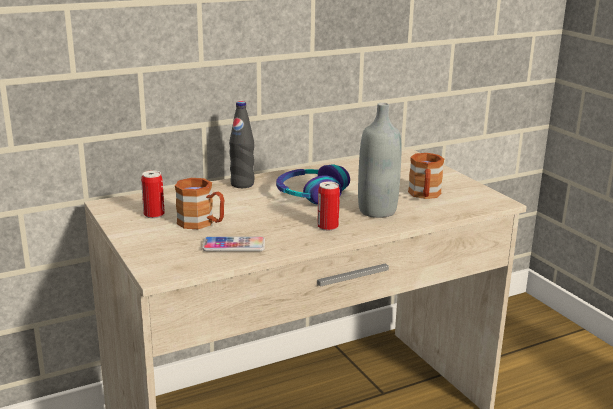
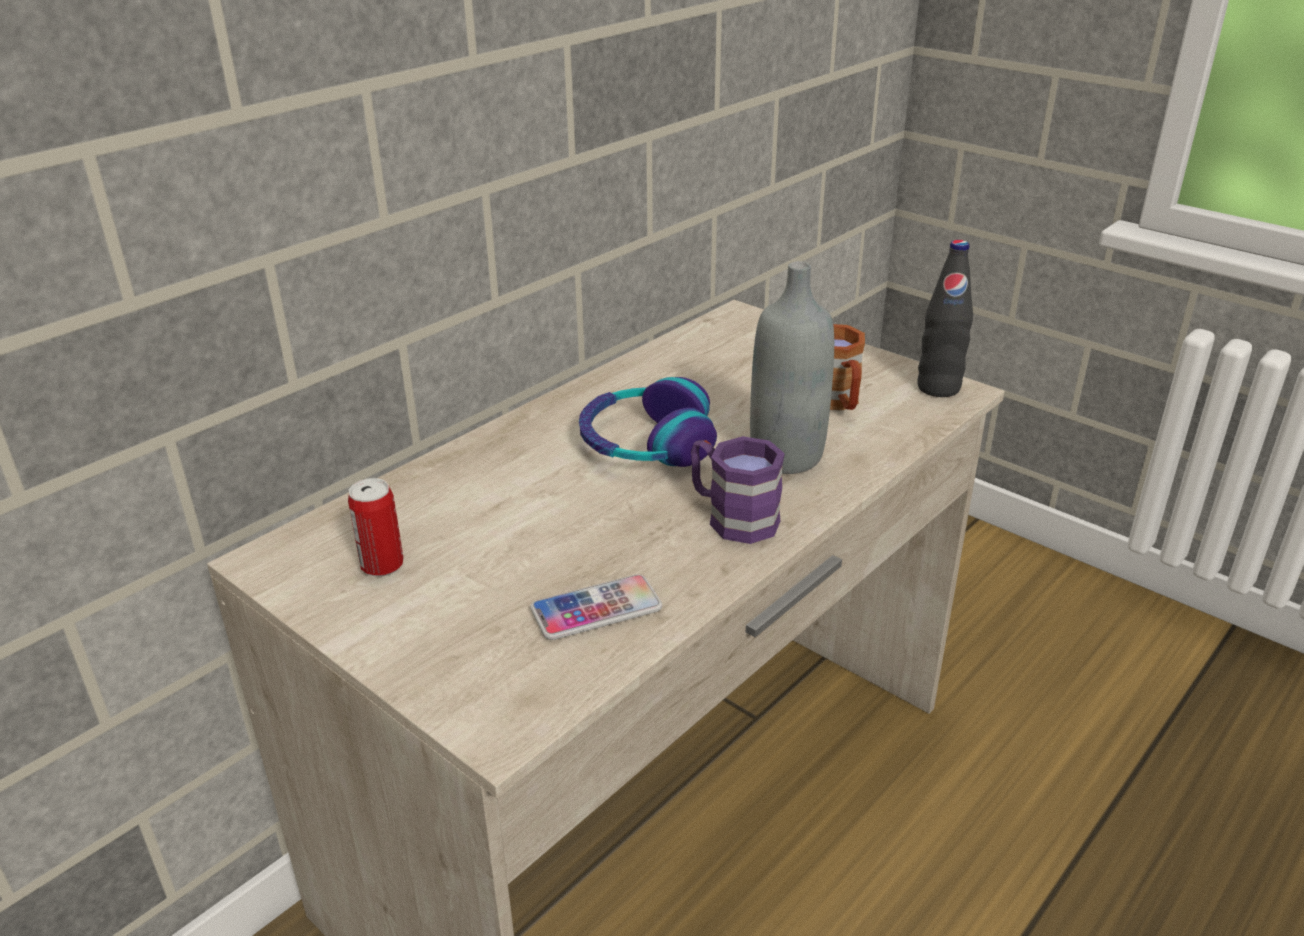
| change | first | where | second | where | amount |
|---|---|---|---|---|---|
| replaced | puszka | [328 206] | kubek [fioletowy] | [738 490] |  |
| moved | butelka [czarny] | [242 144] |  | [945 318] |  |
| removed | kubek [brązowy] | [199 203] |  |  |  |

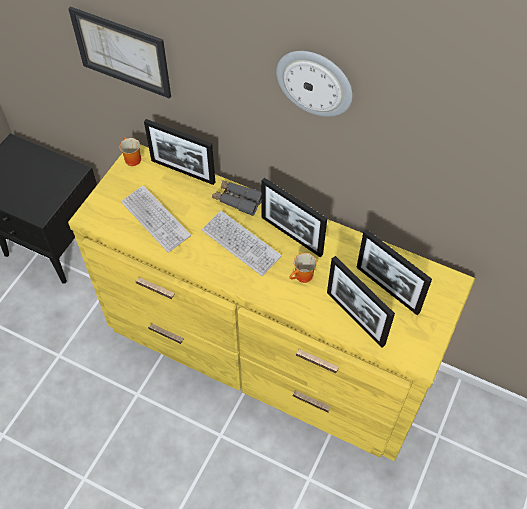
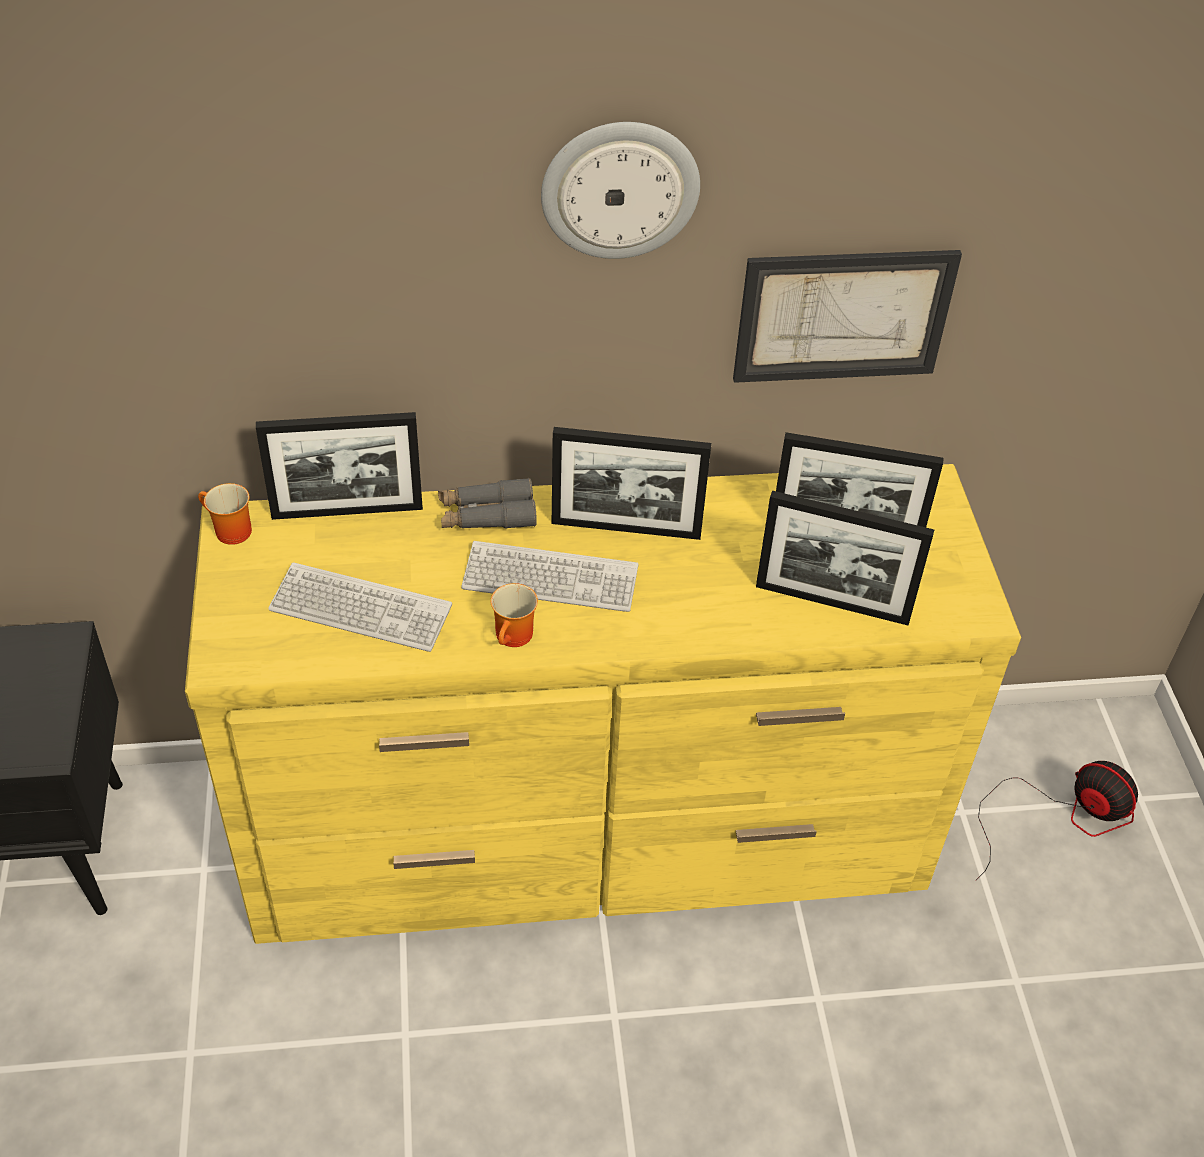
| change | first | where | second | where | amount |
|---|---|---|---|---|---|
| moved | kubek | [303 268] |  | [514 615] |  |
| moved | obraz | [119 52] |  | [847 316] |  |
| added |  |  | wentylator | [1057 820] |  |

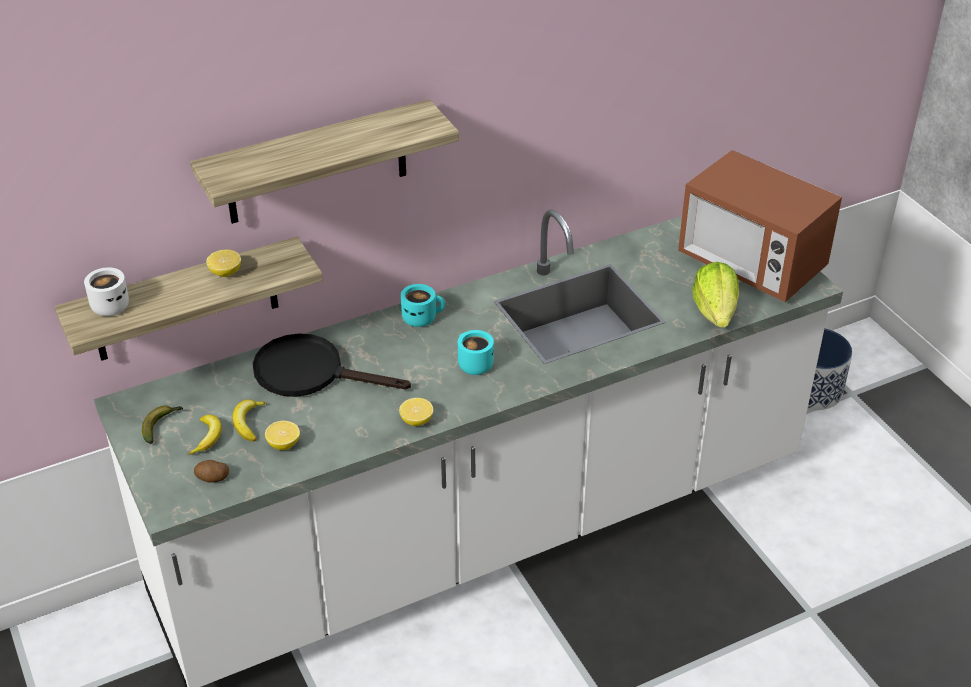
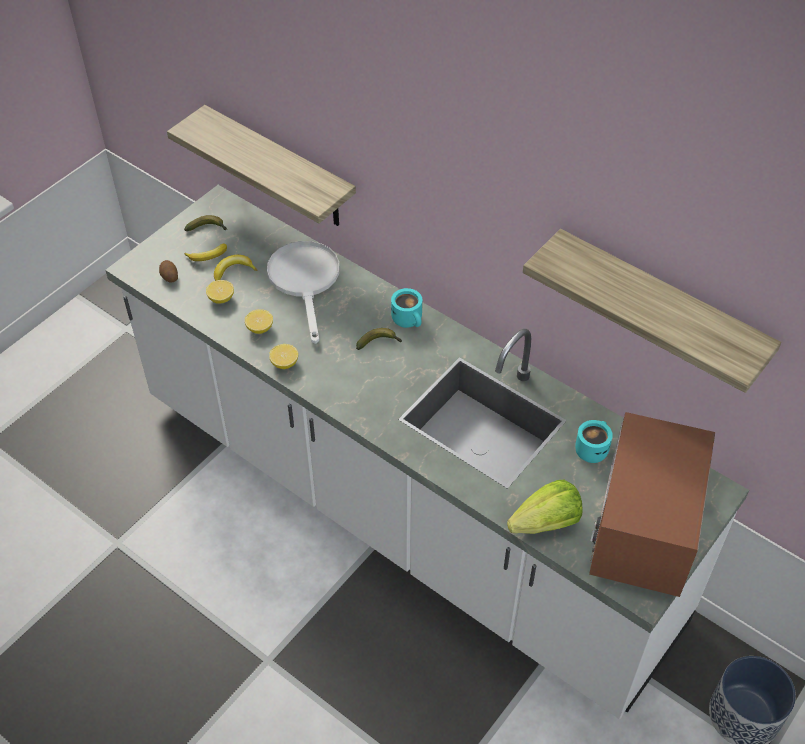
| change | first | where | second | where | amount |
|---|---|---|---|---|---|
| moved | cytryna | [223 263] |  | [259 321] |  |
| recoloured | patelnia [czarny] | [332 365] | patelnia [biały] | [303 292] |  |
| added |  |  | banan | [379 339] |  |
| moved | półka | [324 161] |  | [652 311] |  |
| moved | kubek [turkusowy] | [476 352] |  | [594 441] |  |
| removed | kubek [biały] | [106 291] |  |  |  |

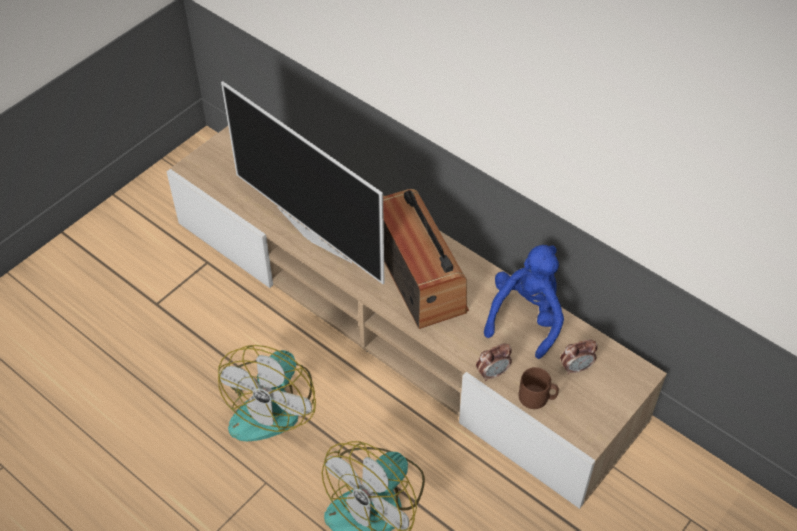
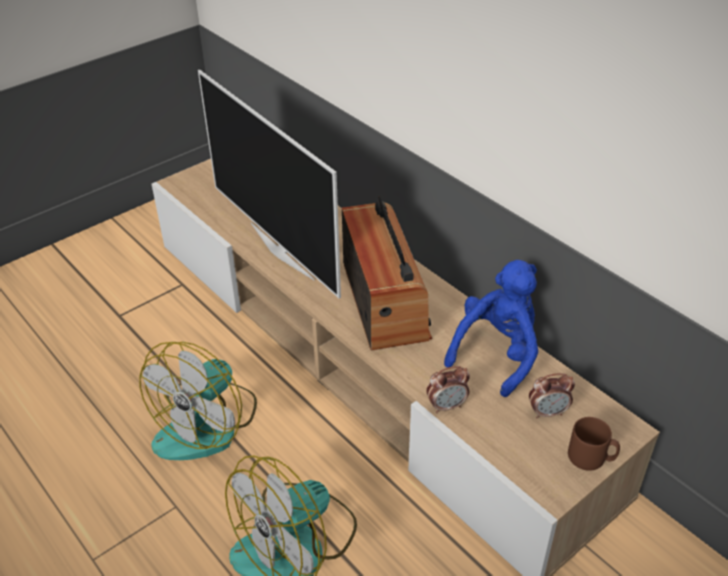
| change | first | where | second | where | amount |
|---|---|---|---|---|---|
| moved | kubek [brązowy] | [539 388] |  | [594 444] |  |

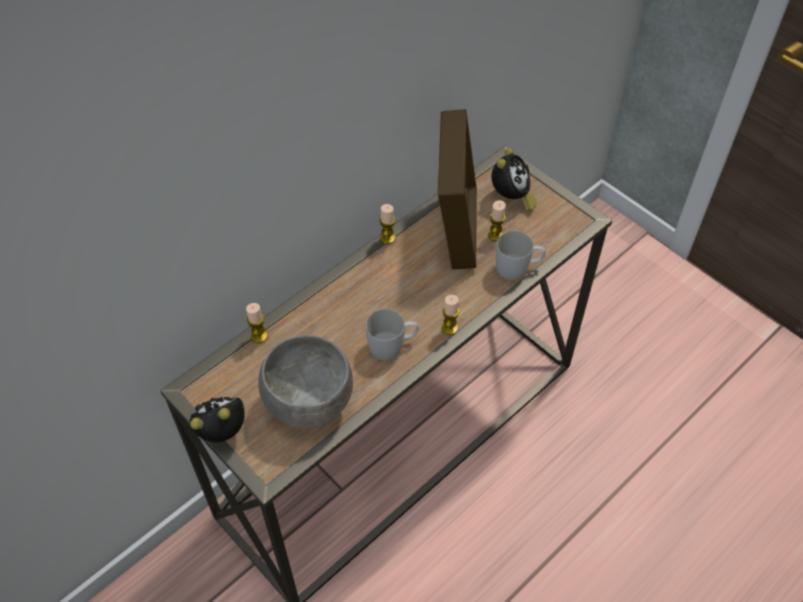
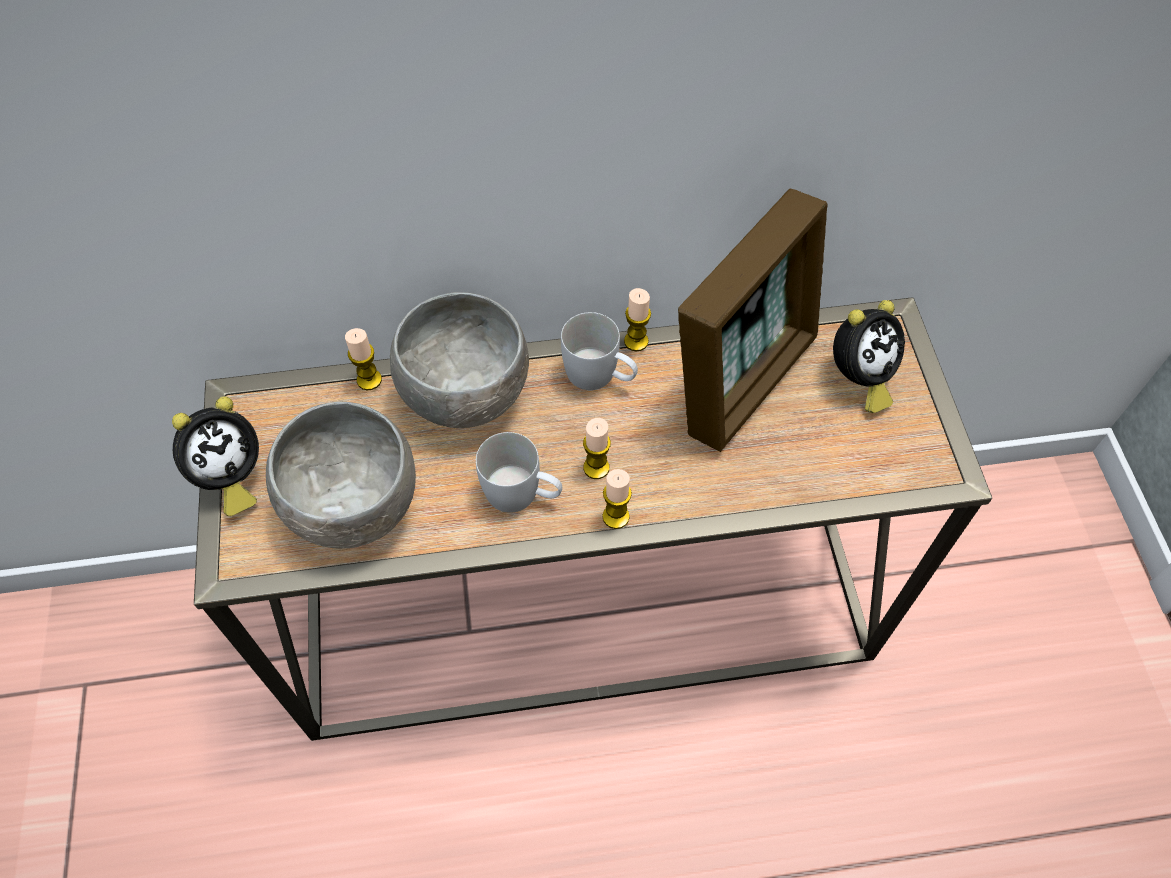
| change | first | where | second | where | amount |
|---|---|---|---|---|---|
| turned | budzik | [217 419] |  | [215 456] | 120 degrees clockwise |
| added |  |  | miska [szary] | [459 360] |  |
| moved | kubek [biały] | [521 255] |  | [599 351] |  |
| moved | świeca | [497 220] |  | [597 448] |  |

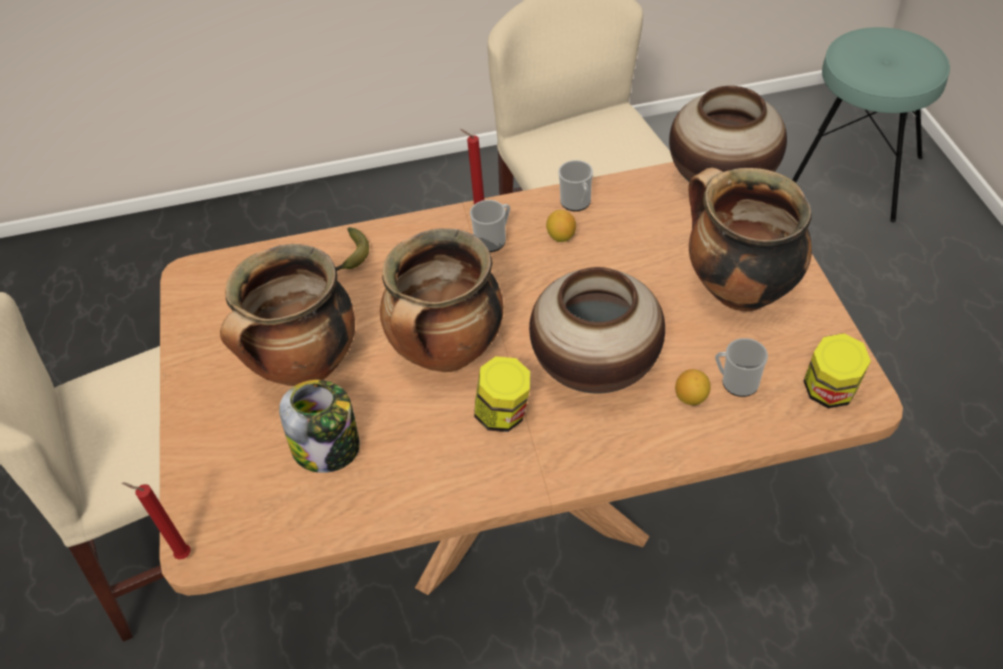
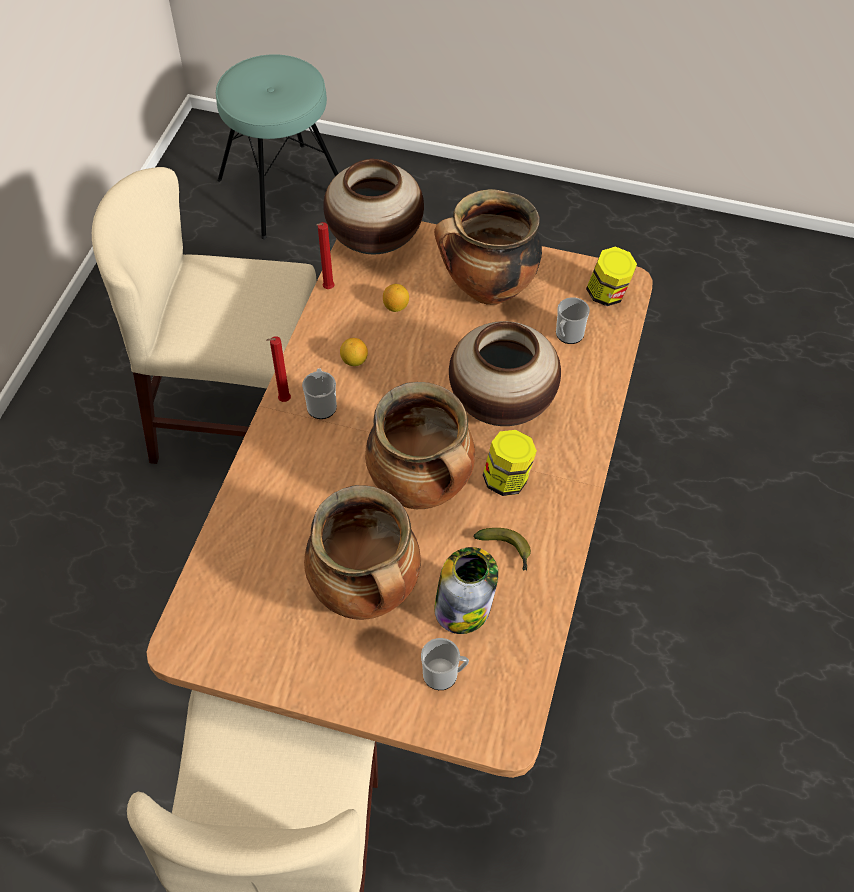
| change | first | where | second | where | amount |
|---|---|---|---|---|---|
| moved | świeca [czerwony] | [156 521] |  | [325 255] |  |
| moved | cytryna | [693 387] |  | [396 298] |  |
| moved | kubek | [575 185] |  | [445 664] |  |
| moved | banan | [352 249] |  | [502 549] |  |

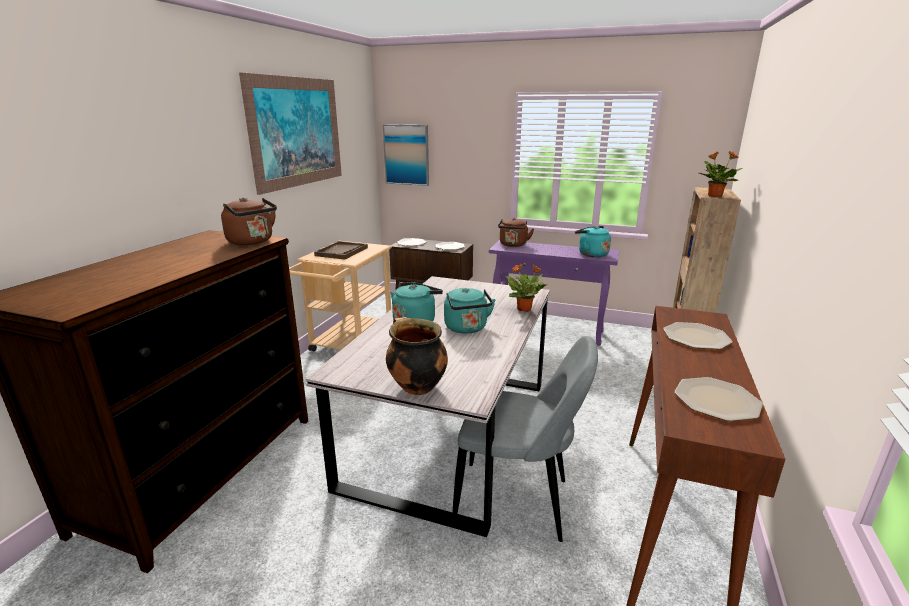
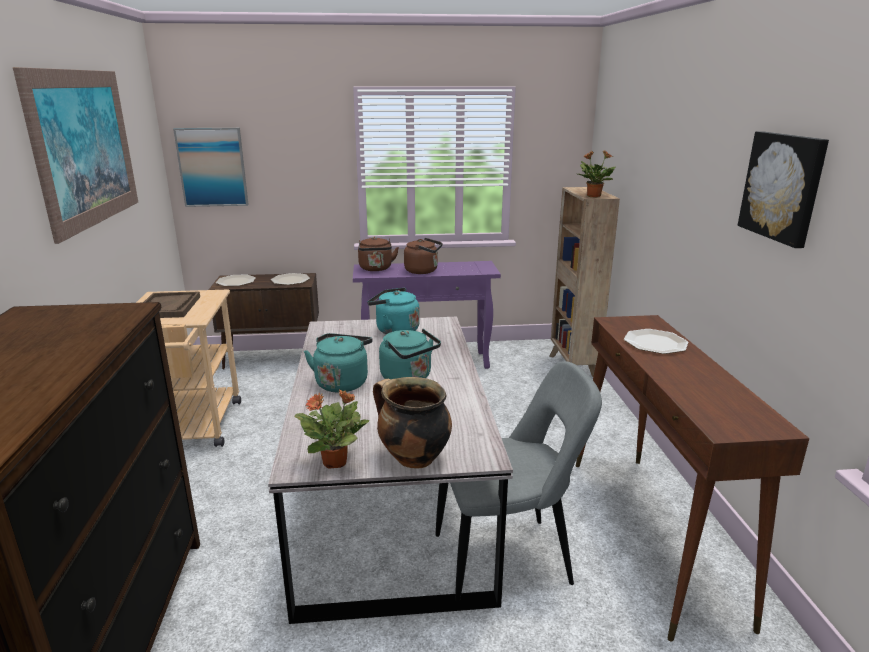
| change | first | where | second | where | amount |
|---|---|---|---|---|---|
| moved | roślina doniczkowa | [526 288] |  | [332 429] |  |
| moved | czajnik [turkusowy] | [593 241] |  | [393 311] |  |
| moved | czajnik [brązowy] | [249 221] |  | [423 256] |  |
| added |  |  | obraz | [783 189] |  |
| removed | talerz | [718 399] |  |  |  |

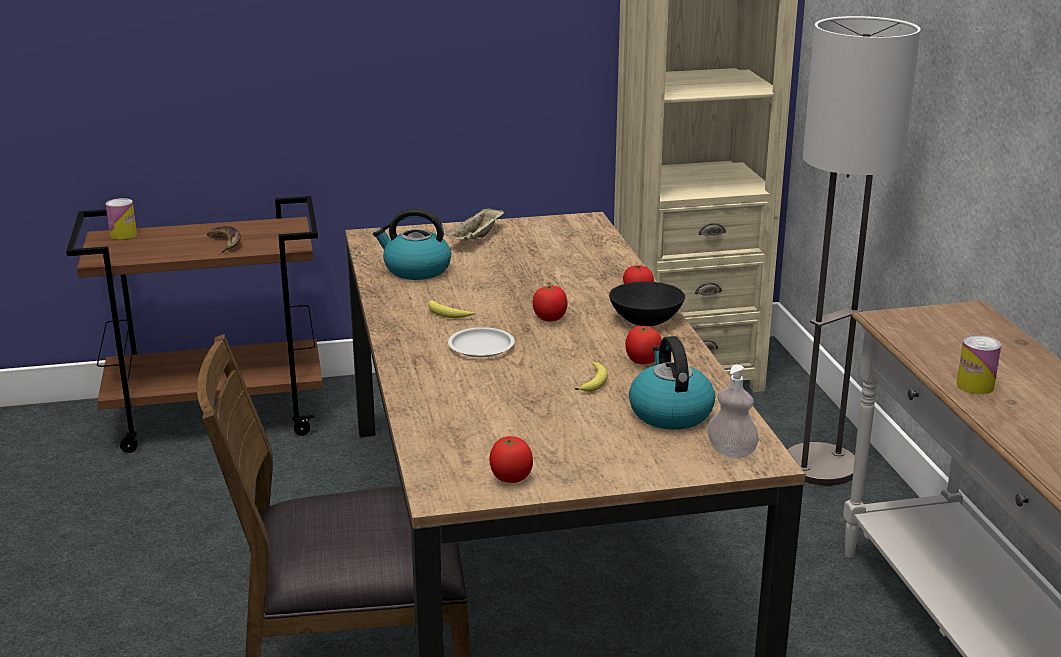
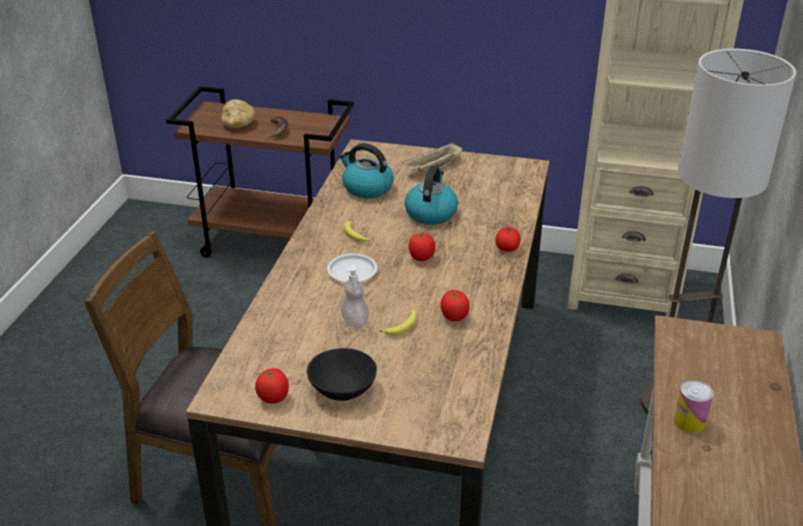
| change | first | where | second | where | amount |
|---|---|---|---|---|---|
| added |  |  | chleb | [238 113] |  |
| moved | miska [czarny] | [647 303] |  | [342 374] |  |
| moved | dozownik mydła | [733 411] |  | [355 297] |  |
| moved | czajnik | [672 383] |  | [431 195] |  |
| removed | puszka | [121 219] |  |  |  |

